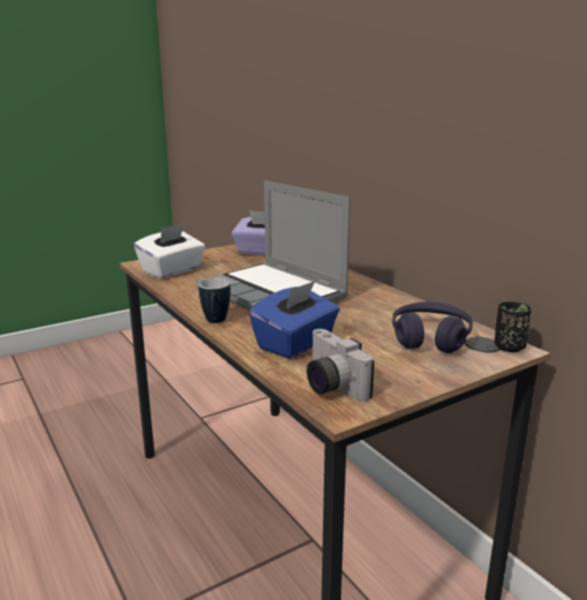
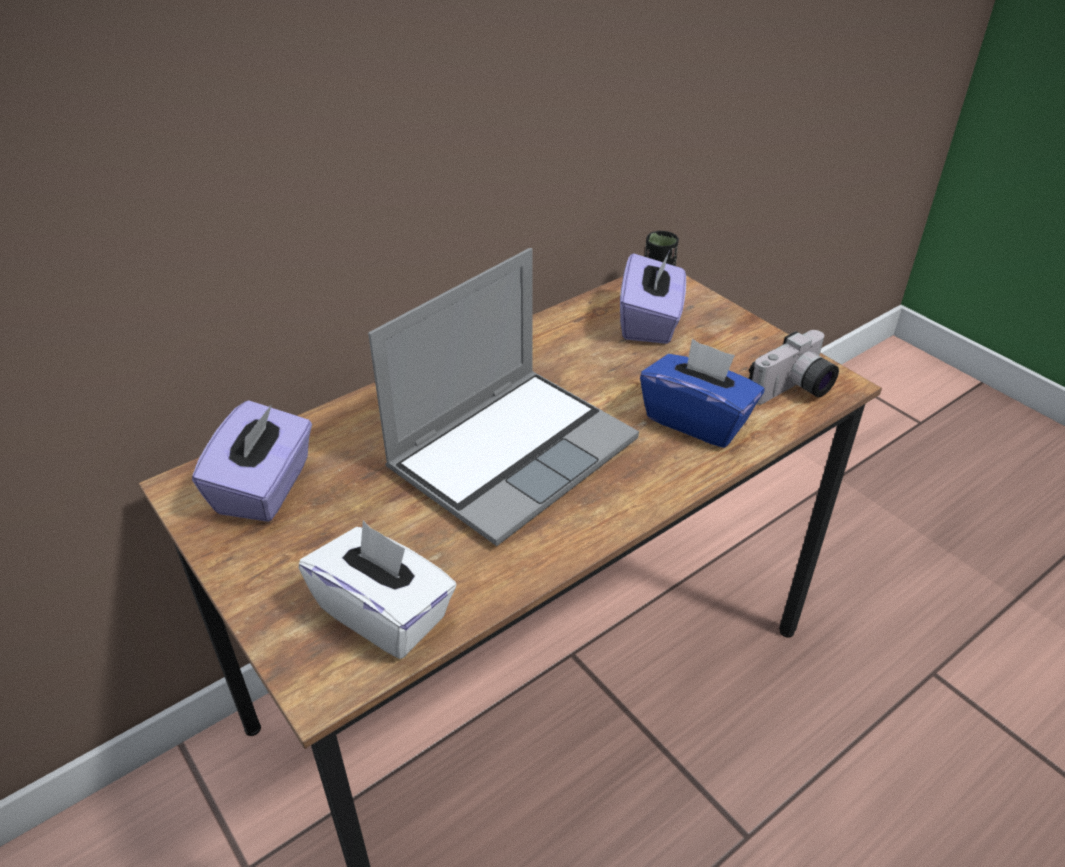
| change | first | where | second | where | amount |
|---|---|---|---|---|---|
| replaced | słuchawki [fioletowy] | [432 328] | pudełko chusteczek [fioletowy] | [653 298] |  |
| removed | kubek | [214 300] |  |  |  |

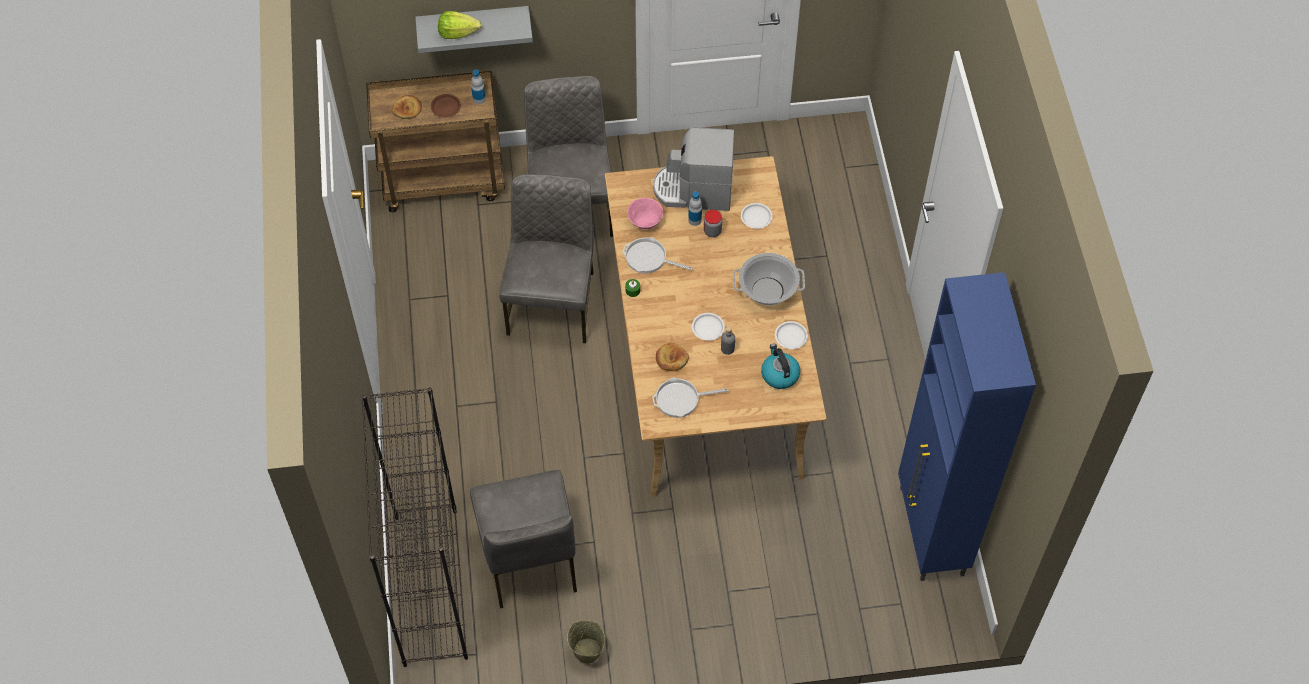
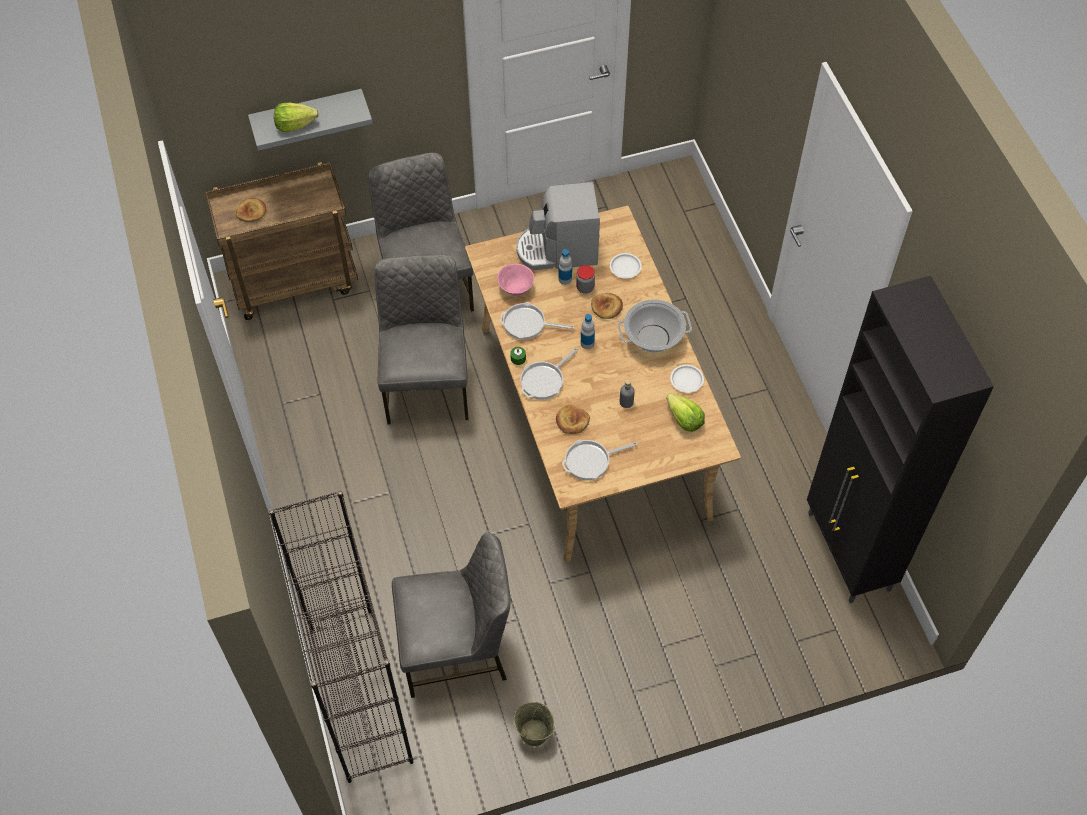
| change | first | where | second | where | amount |
|---|---|---|---|---|---|
| turned | krzesło [szary] | [523 539] |  | [451 615] | 75 degrees counterclockwise |
| added |  |  | patelnia | [549 374] |  |
| moved | butelka | [478 87] |  | [588 331] |  |
| added |  |  | chleb | [607 306] |  |
| replaced | czajnik | [780 366] | sałata | [685 412] |  |
| recoloured | szafka [niebieski] | [967 426] | szafka [czarny] | [900 439] |  |
| removed | talerz [brązowy] | [446 106] |  |  |  |
| removed | talerz [biały] | [708 327] |  |  |  |

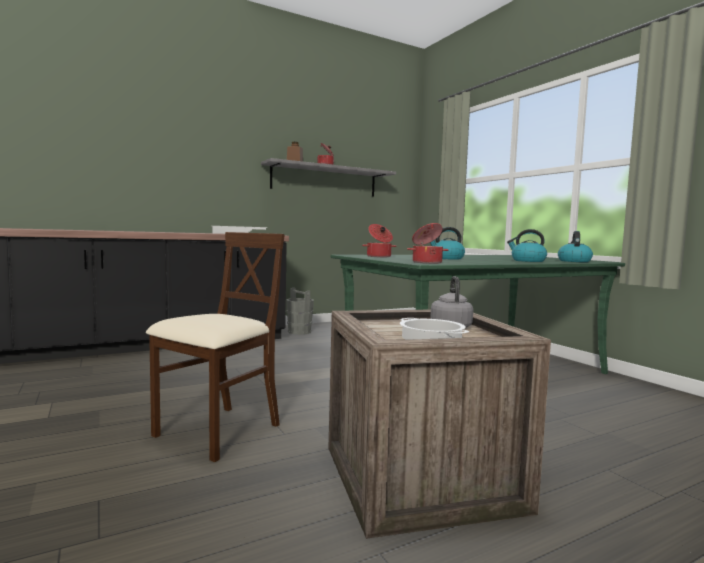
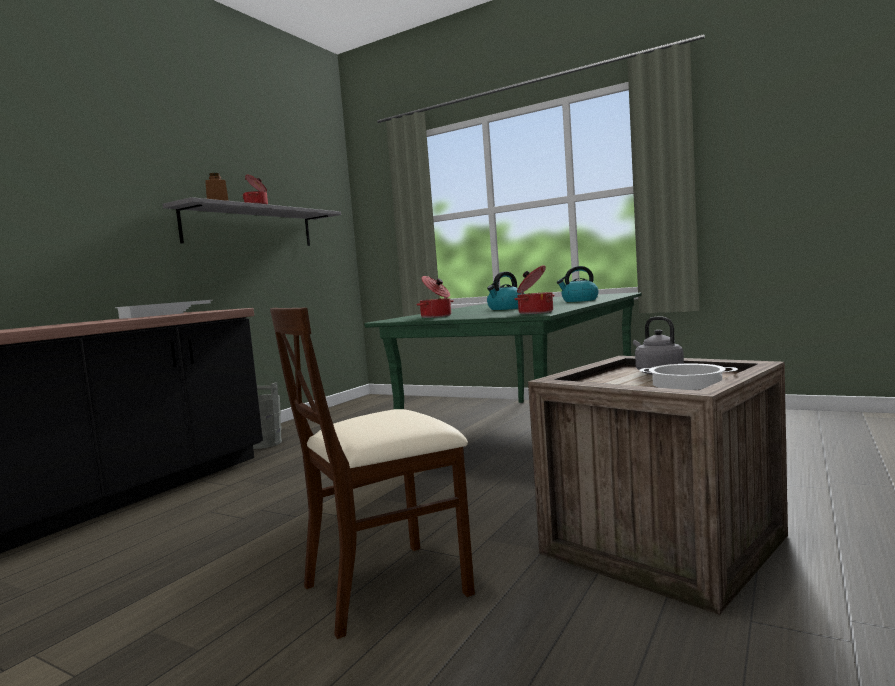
| change | first | where | second | where | amount |
|---|---|---|---|---|---|
| turned | krzesło [beżowy] | [215 347] |  | [372 473] | 120 degrees counterclockwise |
| removed | czajnik | [575 246] |  |  |  |

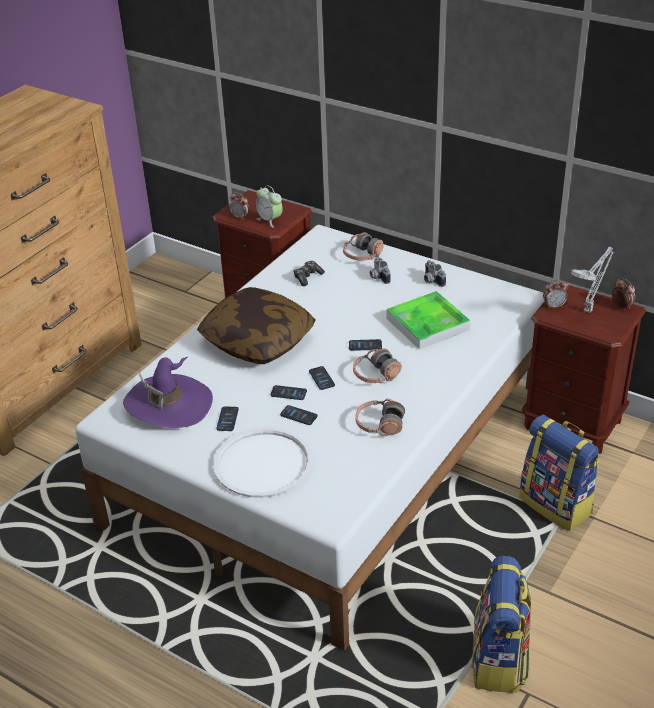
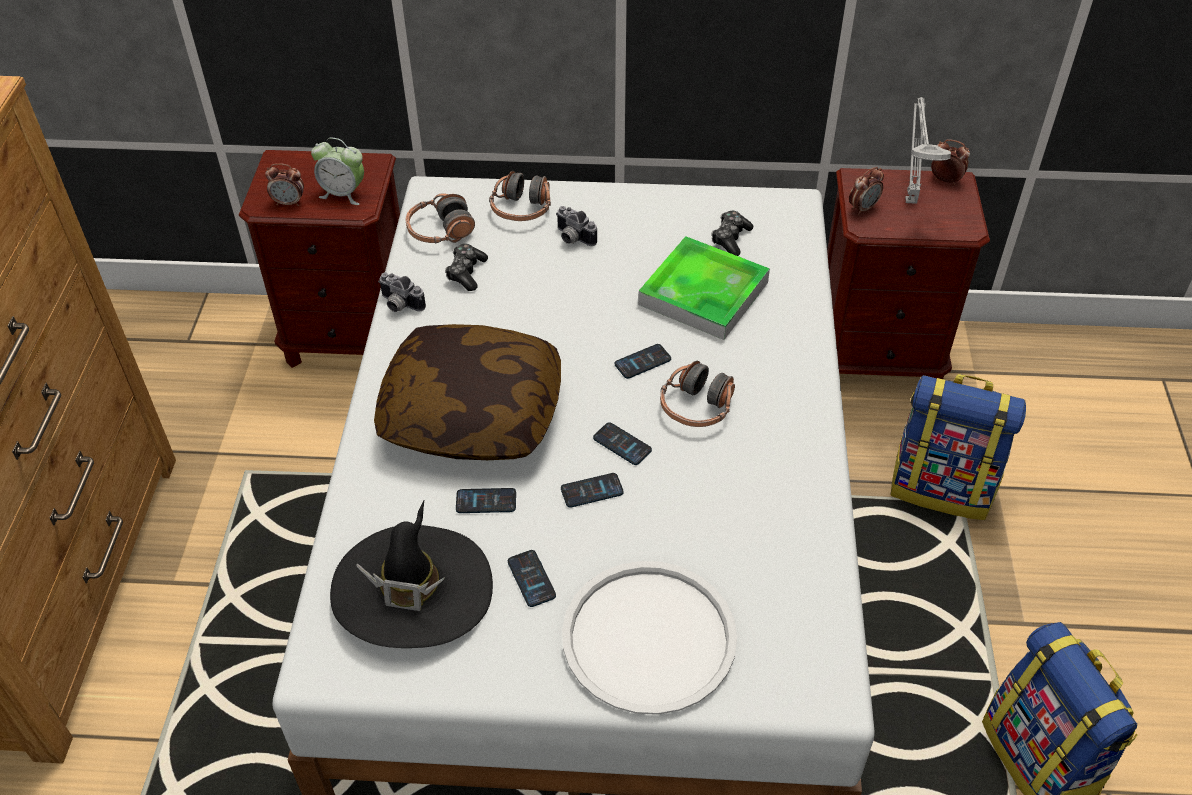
| change | first | where | second | where | amount |
|---|---|---|---|---|---|
| recoloured | kapelusz [fioletowy] | [168 392] | kapelusz [czarny] | [411 574] |  |
| moved | aparat fotograficzny | [435 273] |  | [402 292] |  |
| moved | słuchawki | [380 417] |  | [440 218] |  |
| moved | telefon | [299 415] |  | [486 500] |  |
| added |  |  | pad do gier | [732 233] |  |

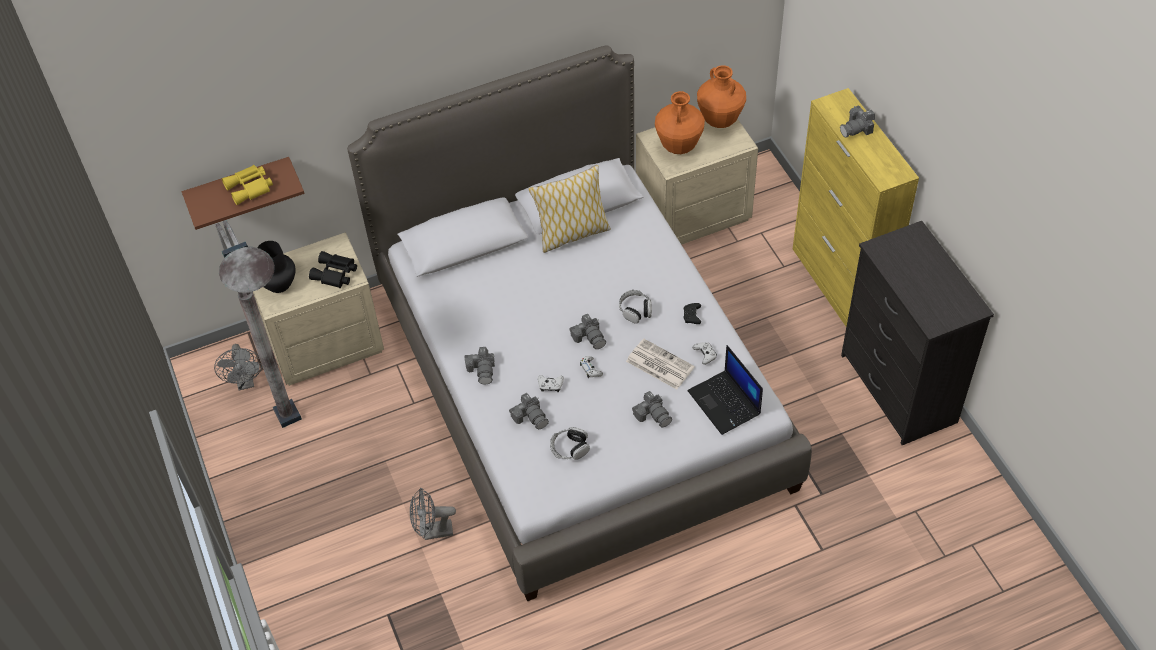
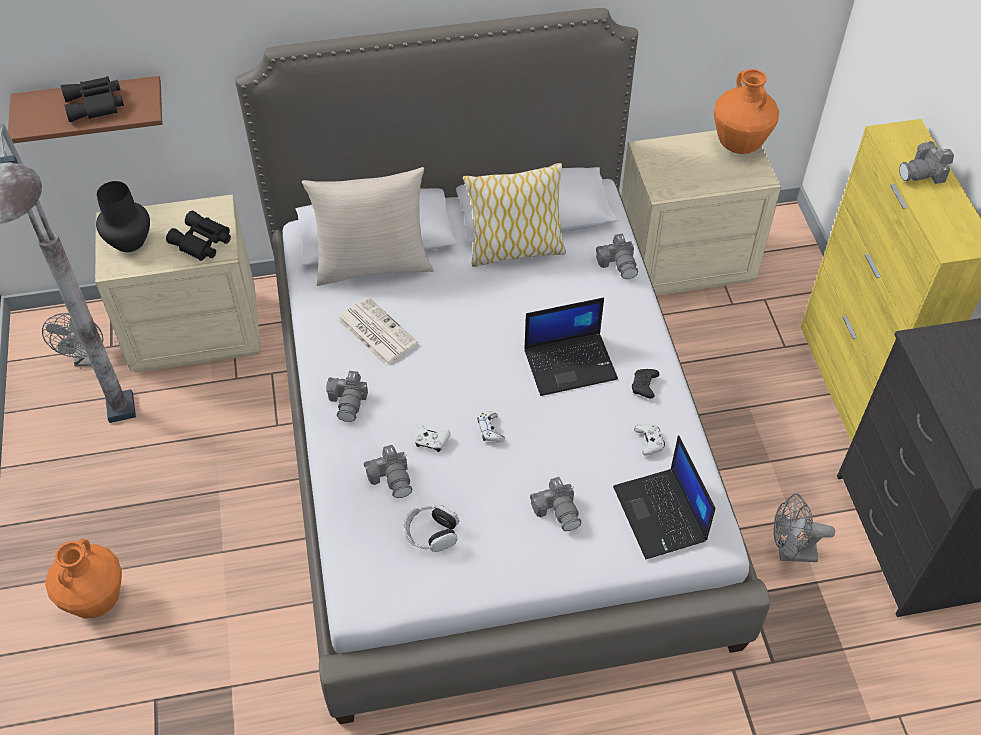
| change | first | where | second | where | amount |
|---|---|---|---|---|---|
| moved | wazon [pomarańczowy] | [680 122] |  | [83 578] |  |
| recoloured | lornetka [żółty] | [247 185] | lornetka [czarny] | [92 99] |  |
| added |  |  | poduszka [beżowy] | [368 226] |  |
| moved | gazeta | [660 364] |  | [377 331] |  |
| replaced | słuchawki | [635 307] | laptop | [571 346] |  |
| moved | aparat fotograficzny | [587 331] |  | [617 256] |  |
| moved | wentylator [szary] | [433 514] |  | [804 527] |  |

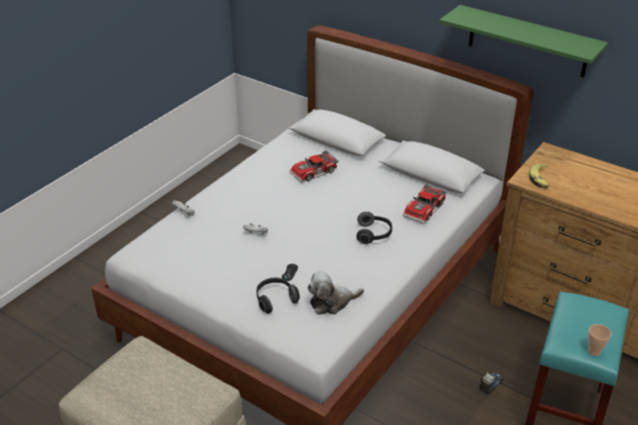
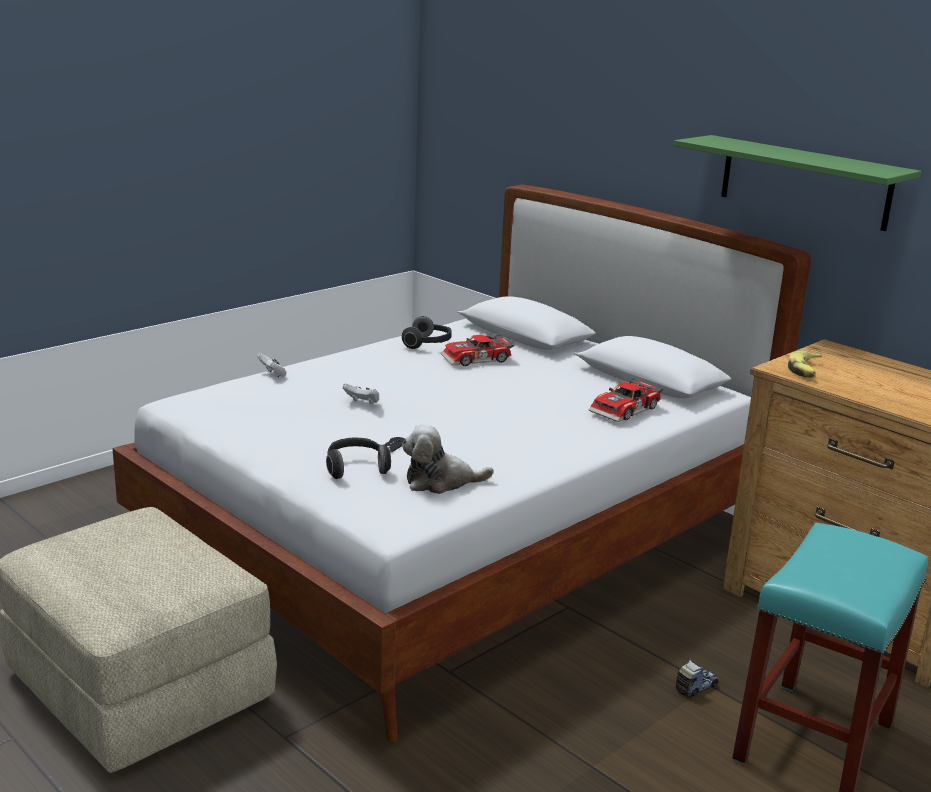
| change | first | where | second | where | amount |
|---|---|---|---|---|---|
| moved | słuchawki | [374 228] |  | [427 332] |  |
| removed | filiżanka | [600 340] |  |  |  |

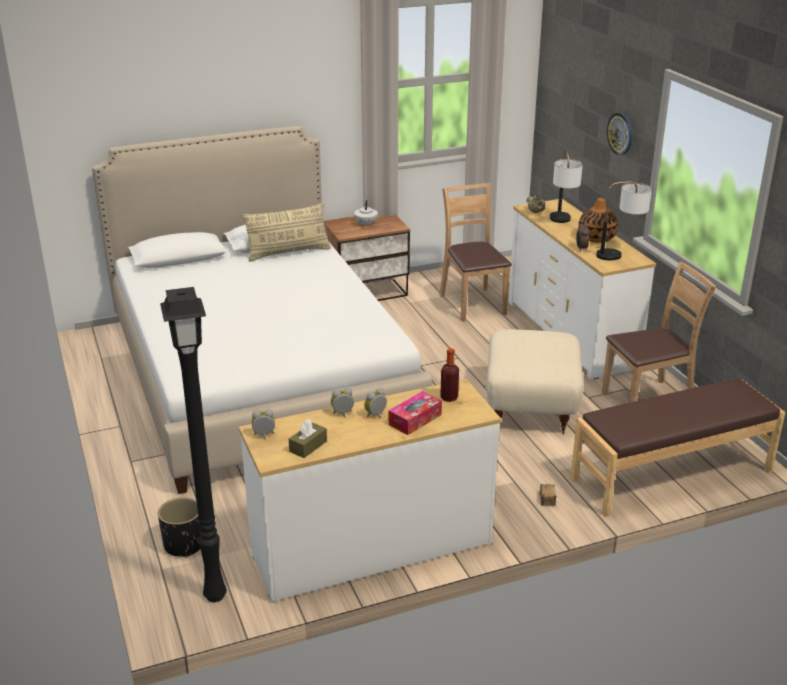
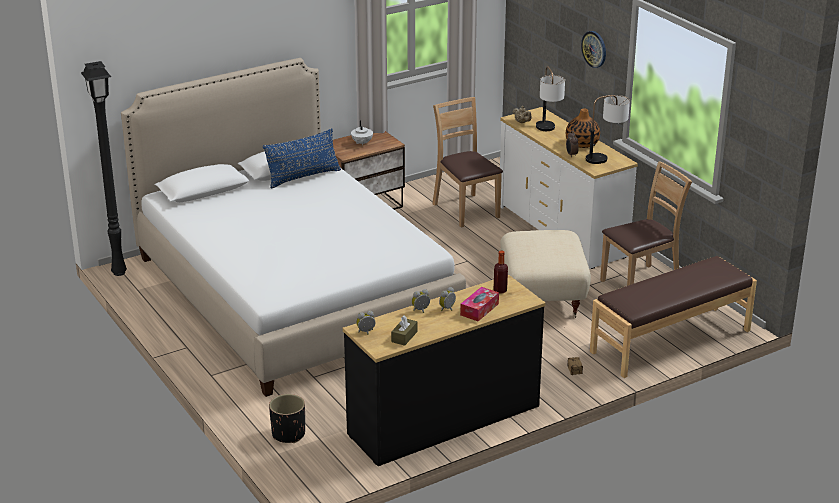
| change | first | where | second | where | amount |
|---|---|---|---|---|---|
| moved | lampa stojąca [czarny] | [193 444] |  | [104 168] |  |
| recoloured | poduszka [beżowy] | [287 232] | poduszka [niebieski] | [302 158] |  |
| recoloured | komoda [biały] | [370 490] | komoda [czarny] | [444 370] |  |

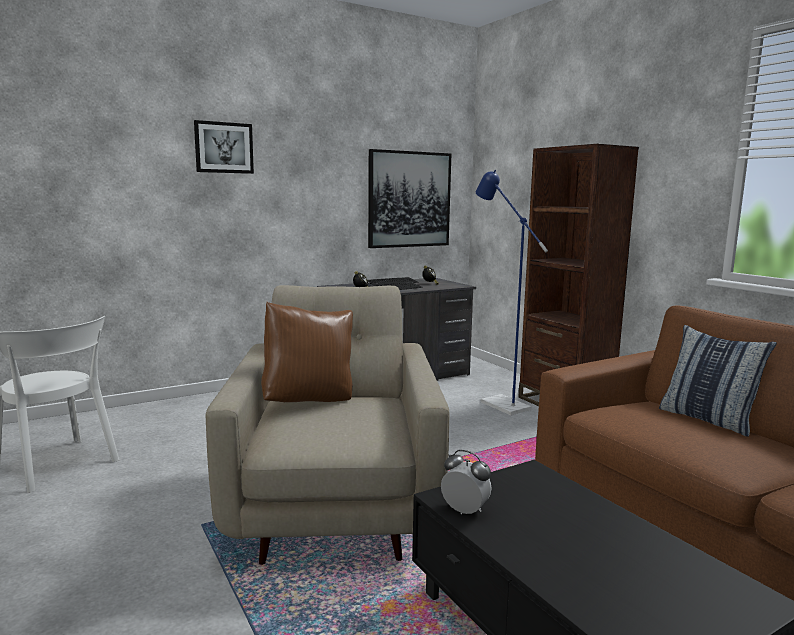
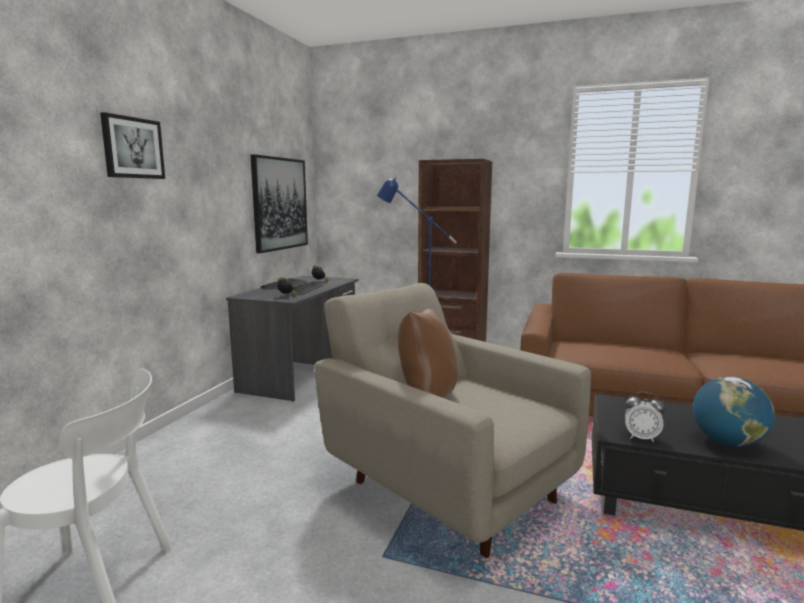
| change | first | where | second | where | amount |
|---|---|---|---|---|---|
| turned | budzik | [466 482] |  | [645 417] | 150 degrees counterclockwise |
| added |  |  | globus | [734 412] |  |
| removed | poduszka | [718 381] |  |  |  |

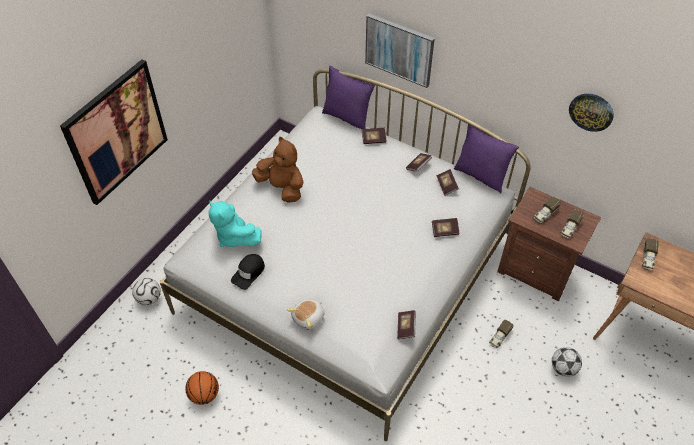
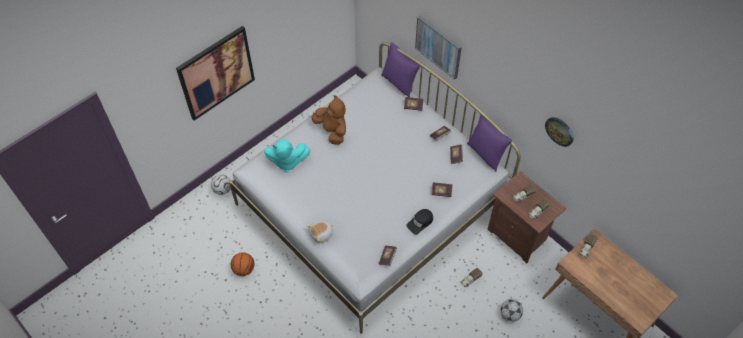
| change | first | where | second | where | amount |
|---|---|---|---|---|---|
| turned | pluszak [turkusowy] | [235 224] |  | [287 155] | 60 degrees counterclockwise |
| moved | czapka z daszkiem [czarny] | [248 272] |  | [419 222] |  |

